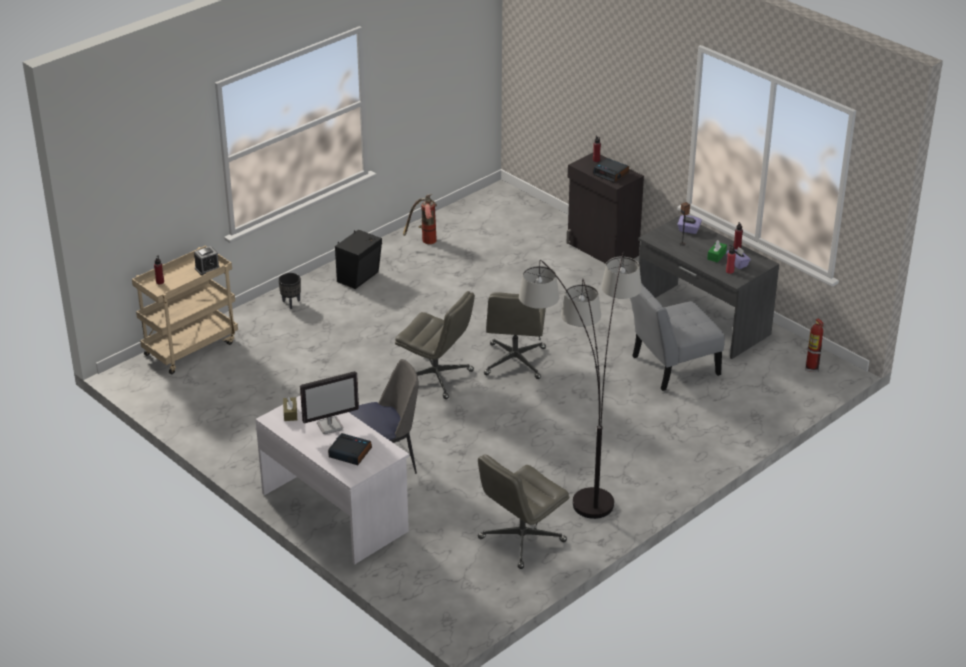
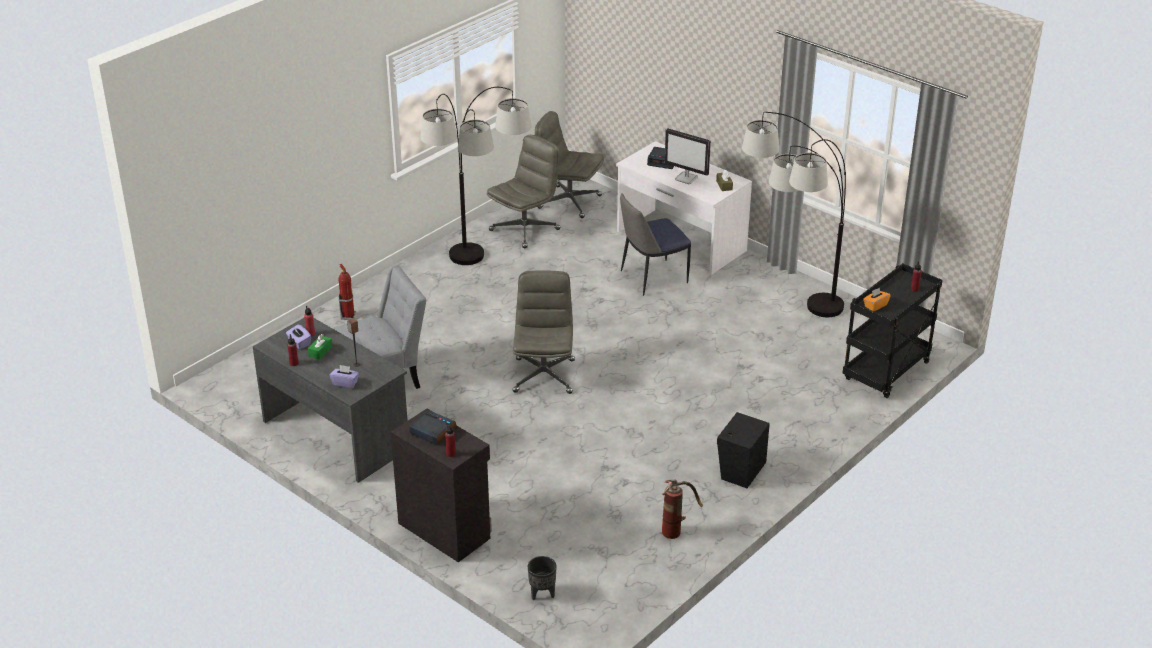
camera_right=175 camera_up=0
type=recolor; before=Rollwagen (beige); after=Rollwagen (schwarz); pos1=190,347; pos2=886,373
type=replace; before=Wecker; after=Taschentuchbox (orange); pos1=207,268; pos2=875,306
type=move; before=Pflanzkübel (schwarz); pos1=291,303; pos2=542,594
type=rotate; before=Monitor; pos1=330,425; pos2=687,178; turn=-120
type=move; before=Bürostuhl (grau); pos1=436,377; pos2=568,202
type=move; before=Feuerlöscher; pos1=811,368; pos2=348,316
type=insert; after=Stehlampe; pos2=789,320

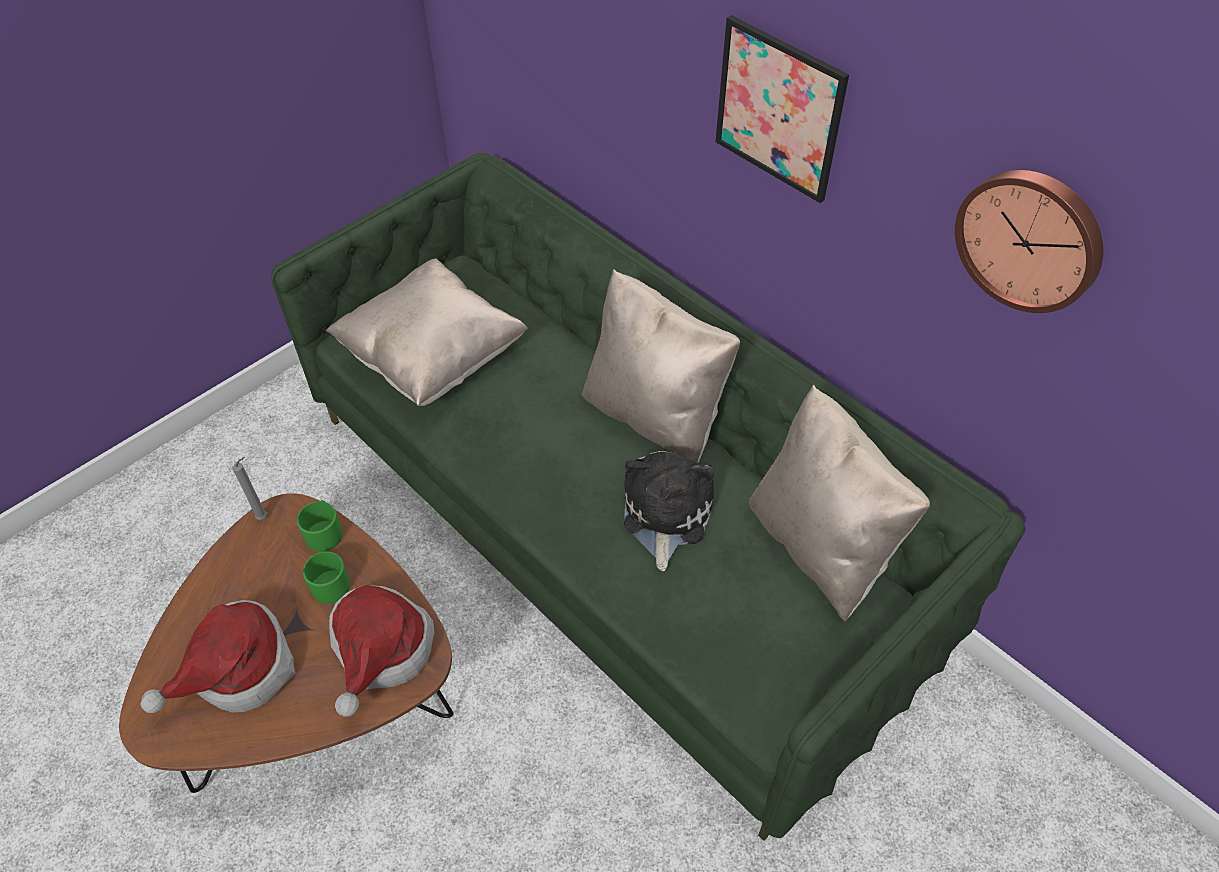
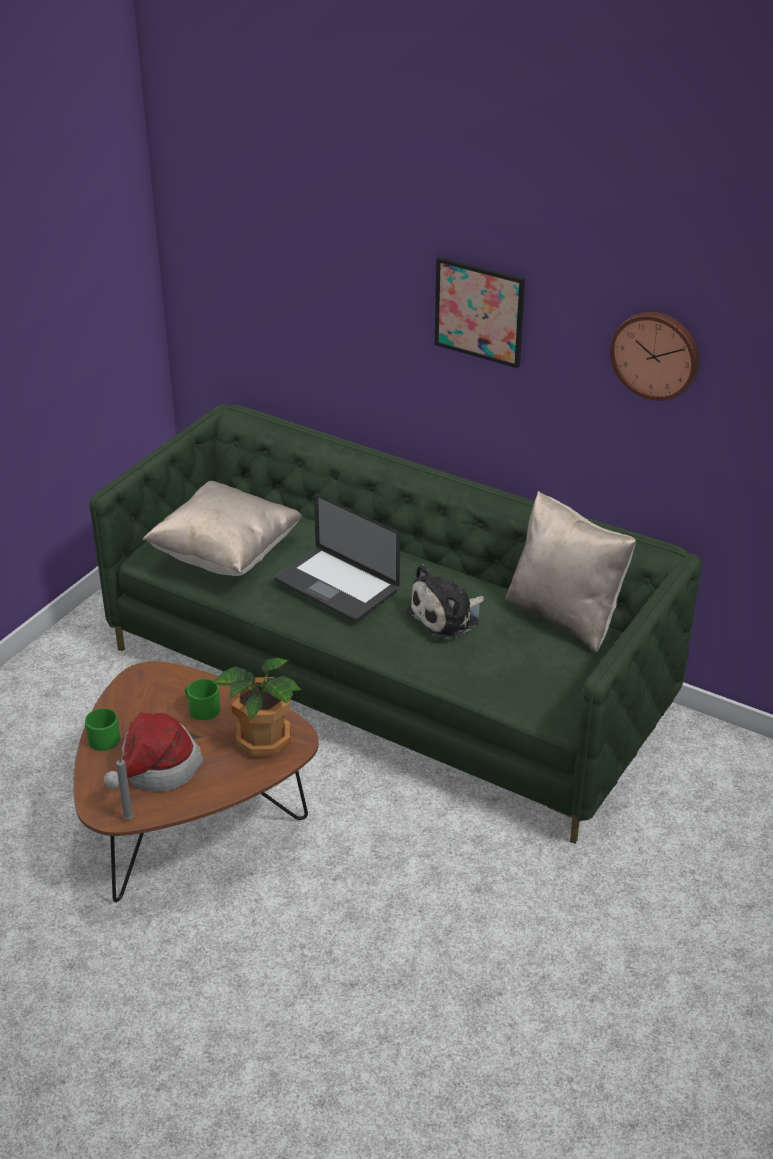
camera_right=-15 camera_up=-15
type=move; before=Kerze (grau); pos1=264,517; pos2=130,818
type=move; before=Henkelbecher (grün); pos1=324,531; pos2=103,737
type=replace; before=Hut; after=Topfpflanze; pos1=380,652; pos2=262,739
type=delete; before=Kissen (beige); pos1=654,415
type=rotate; before=Plüschtier; pos1=665,515; pos2=447,617; turn=-120
type=insert; after=Laptop; pos2=336,586

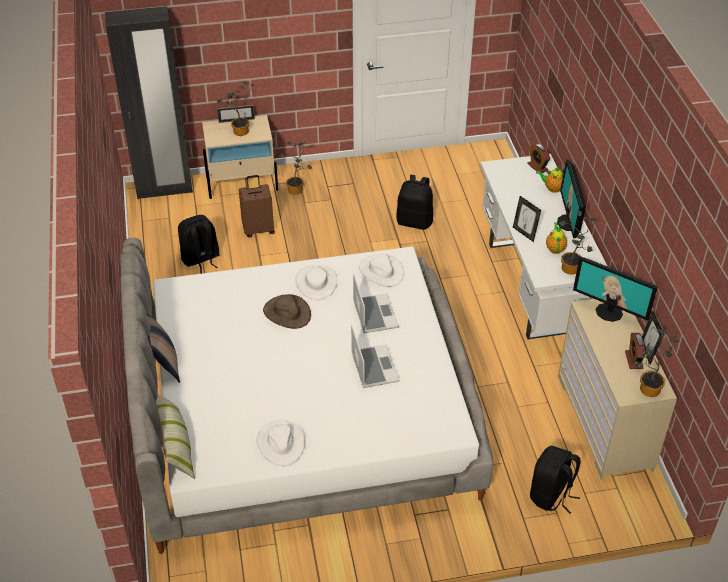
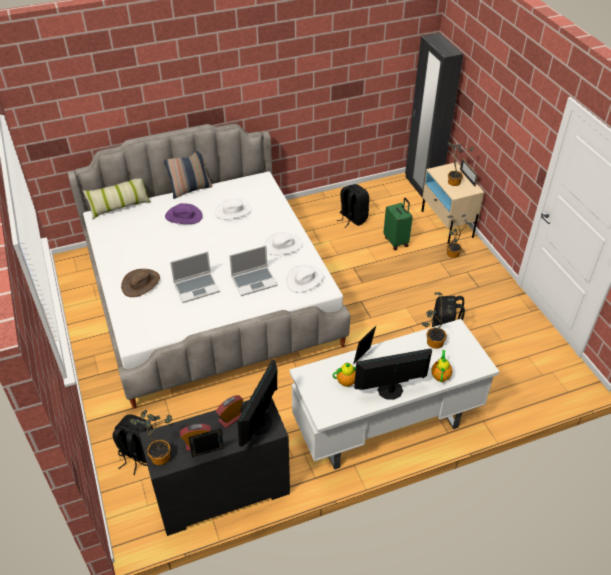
camera_right=80 camera_up=0
type=recolor; before=Koffer (braun); after=Koffer (grün); pos1=258,229; pos2=396,241
type=move; before=Hut (weiß); pos1=280,443; pos2=233,211
type=move; before=Hut (braun); pos1=287,313; pos2=141,283
type=move; before=Wecker; pos1=537,167; pos2=231,418
type=recolor; before=Kommode (beige); after=Kommode (schwarz); pos1=605,422; pos2=222,494
type=move; before=Topfpflanze; pos1=571,270; pos2=432,343
type=insert; after=Hut (lila); pos2=183,216

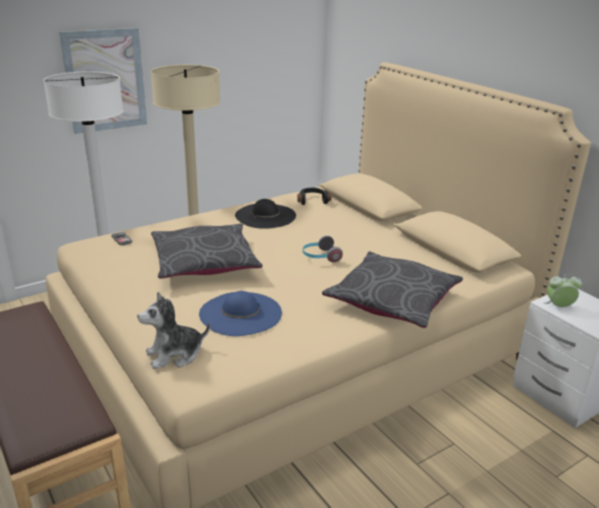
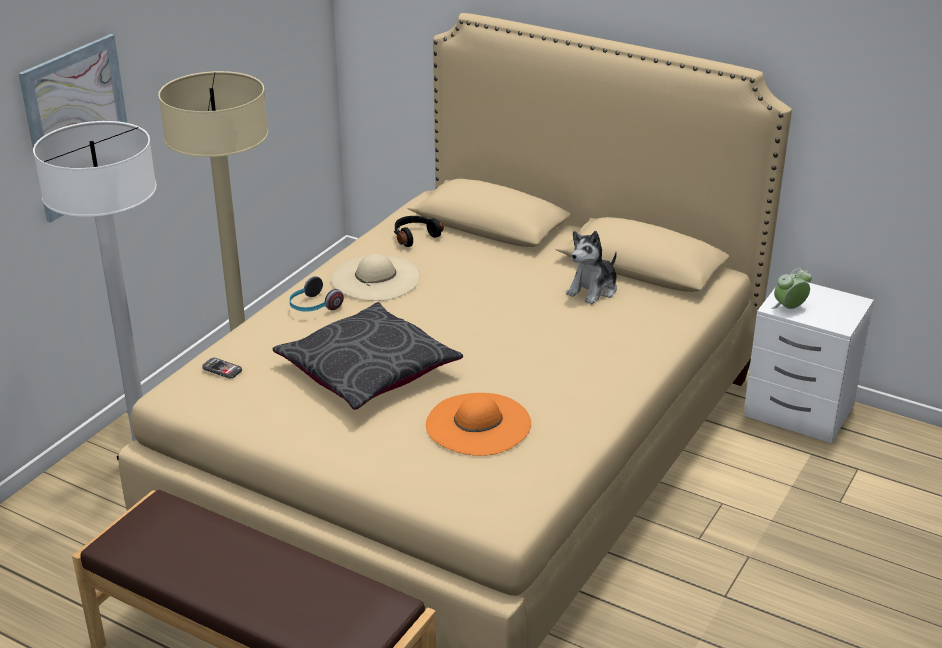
camera_right=-25 camera_up=5
type=move; before=Plüschtier; pos1=174,355; pos2=593,290
type=recolor; before=Hut (blau); after=Hut (orange); pos1=240,313; pos2=478,424
type=recolor; before=Hut (schwarz); after=Hut (beige); pos1=265,216; pos2=375,278
type=move; before=Kopfhörer; pos1=320,257; pos2=313,307
type=delete; before=Kissen (grau); pos1=392,300

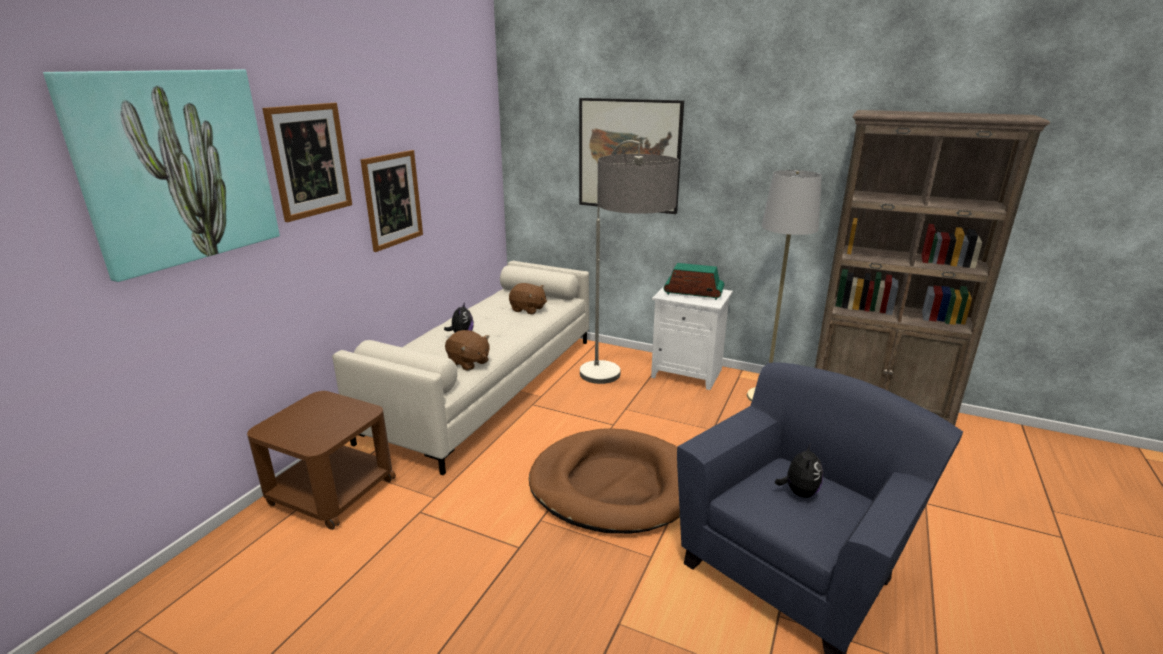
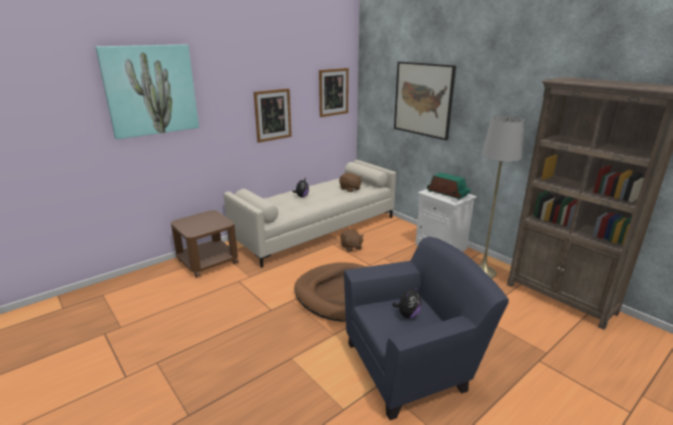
camera_right=25 camera_up=0
type=move; before=Bild; pos1=310,160; pos2=333,92
type=move; before=Plüschtier (braun); pos1=468,363; pos2=351,247
type=delete; before=Stehlampe; pos1=618,397

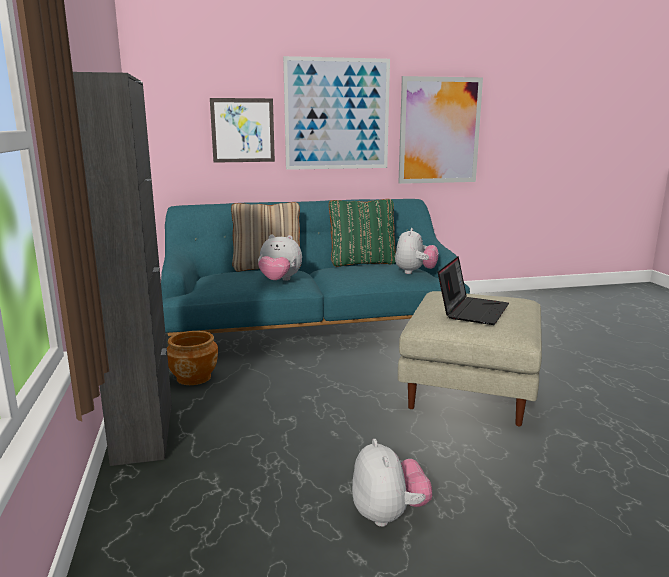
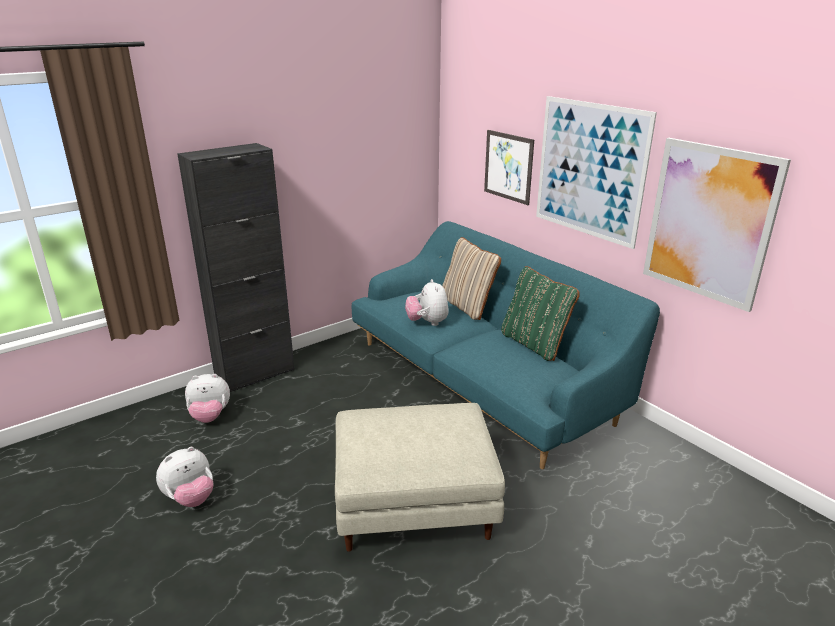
camera_right=65 camera_up=10
type=delete; before=Pflanzkübel (braun); pos1=193,377
type=move; before=Plüschtier; pos1=415,272; pos2=210,416
type=delete; before=Laptop; pos1=472,310

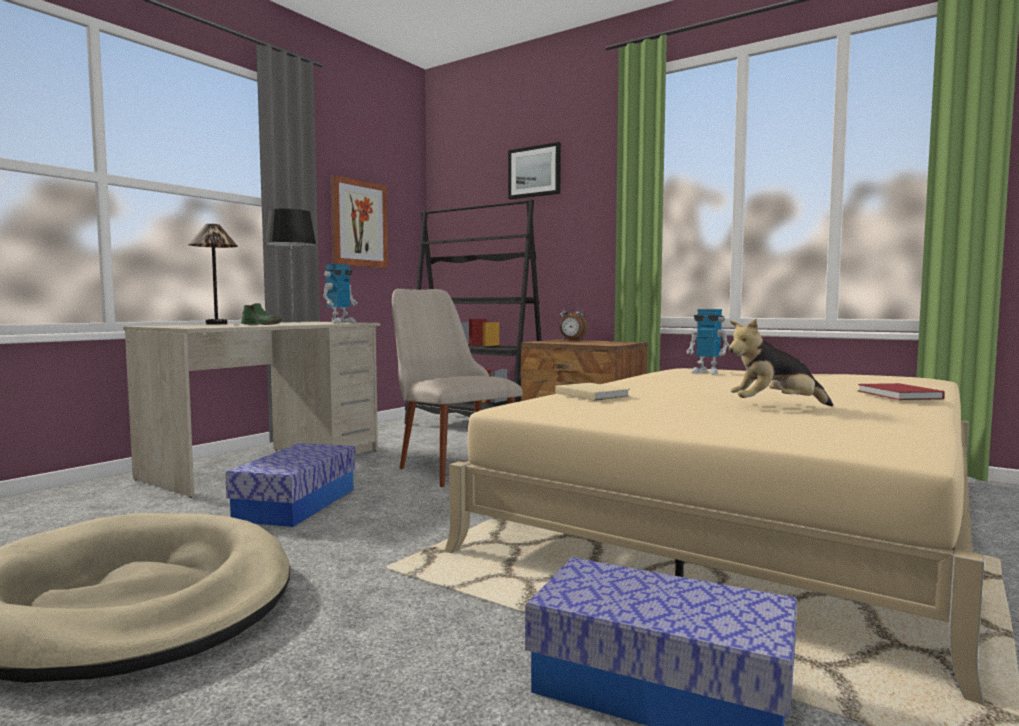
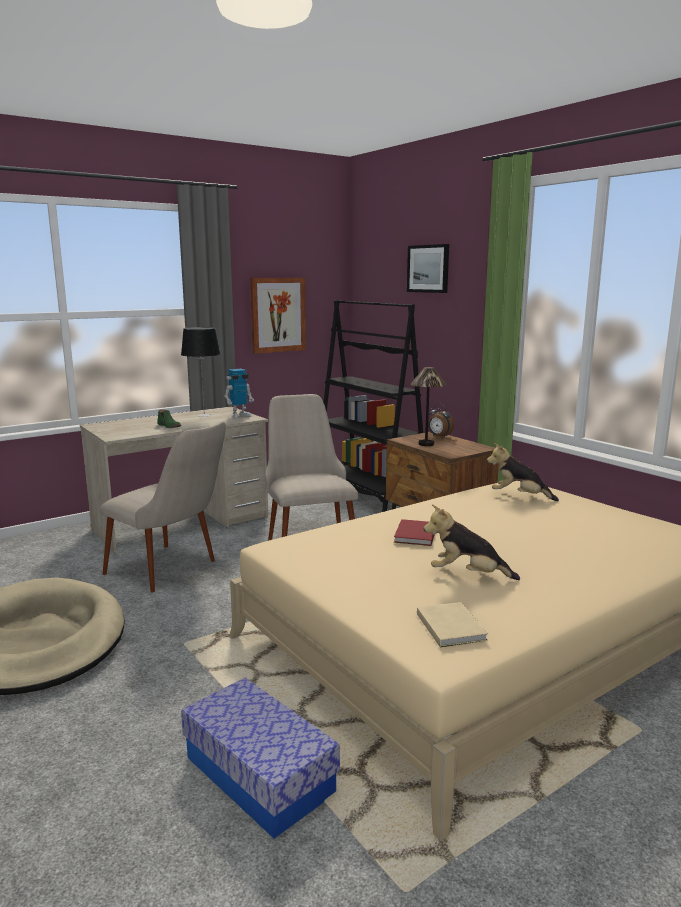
camera_right=20 camera_up=10
type=move; before=Tischlampe; pos1=217,324; pos2=426,444
type=replace; before=Aufbewahrungsbox; after=Stuhl (beige); pos1=297,504; pos2=173,571
type=move; before=Buch (beige); pos1=591,394; pos2=451,626
type=replace; before=Spielzeugroboter; after=Plüschtier; pos1=706,372; pos2=519,496
type=move; before=Buch (rot); pos1=899,395; pos2=414,535

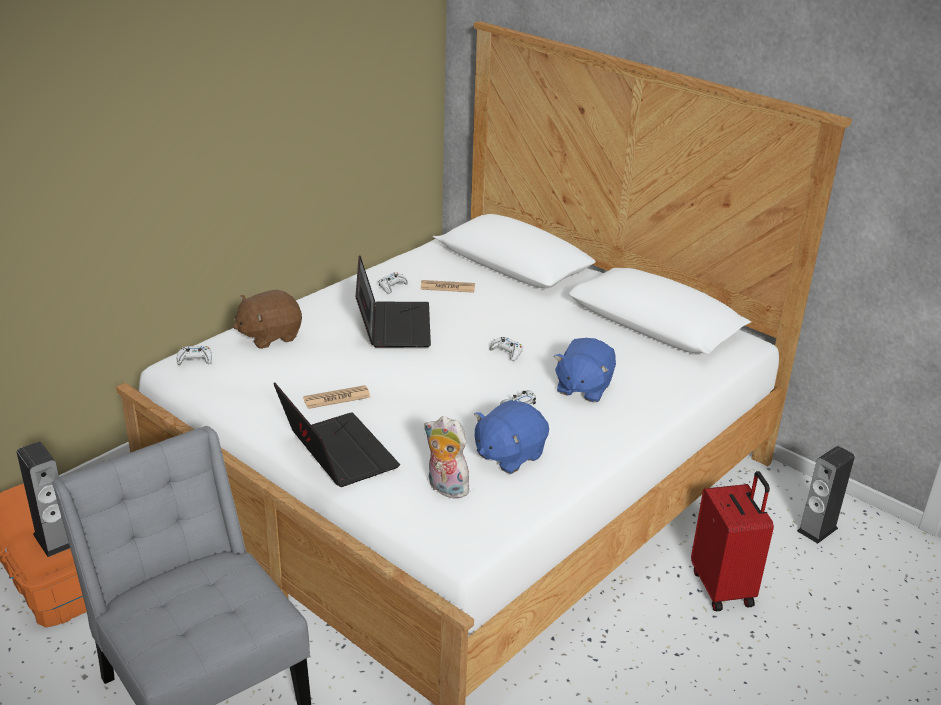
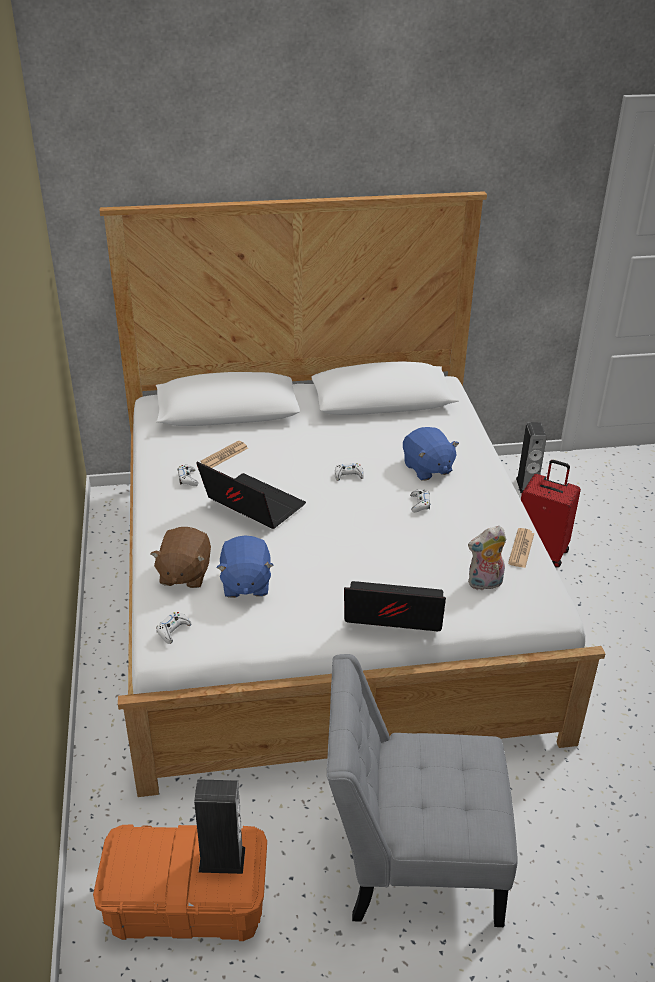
camera_right=-50 camera_up=5
type=move; before=Zeitung; pos1=337,398; pos2=521,548
type=move; before=Plüschtier (blau); pos1=508,455; pos2=245,584

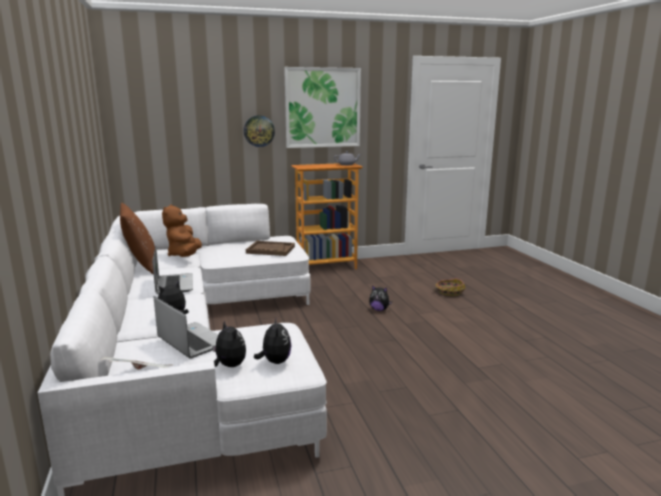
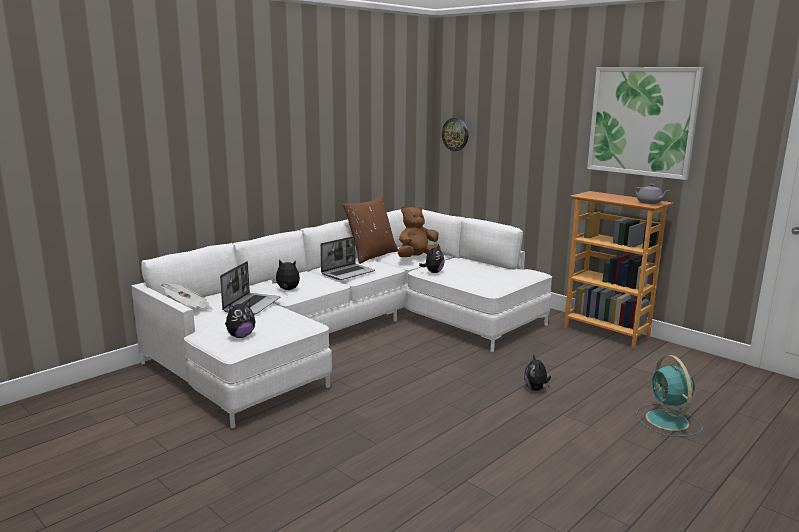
camera_right=60 camera_up=0
type=move; before=Plüschtier; pos1=229,366; pos2=433,272
type=move; before=Wanduhr; pos1=259,131; pos2=455,134
type=delete; before=Tablett (braun); pos1=270,250
type=replace; before=Korb; after=Ventilator (türkis); pos1=449,292; pos2=668,421

